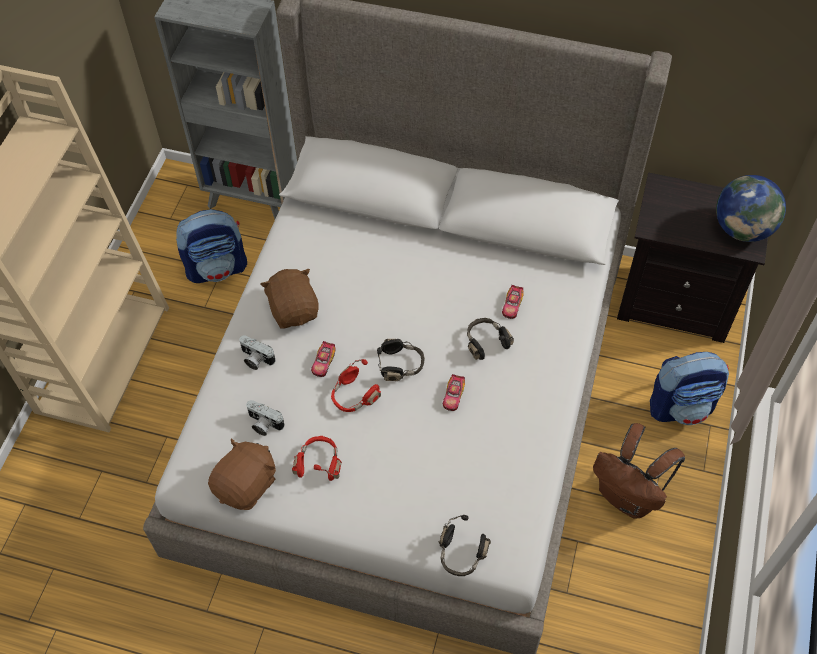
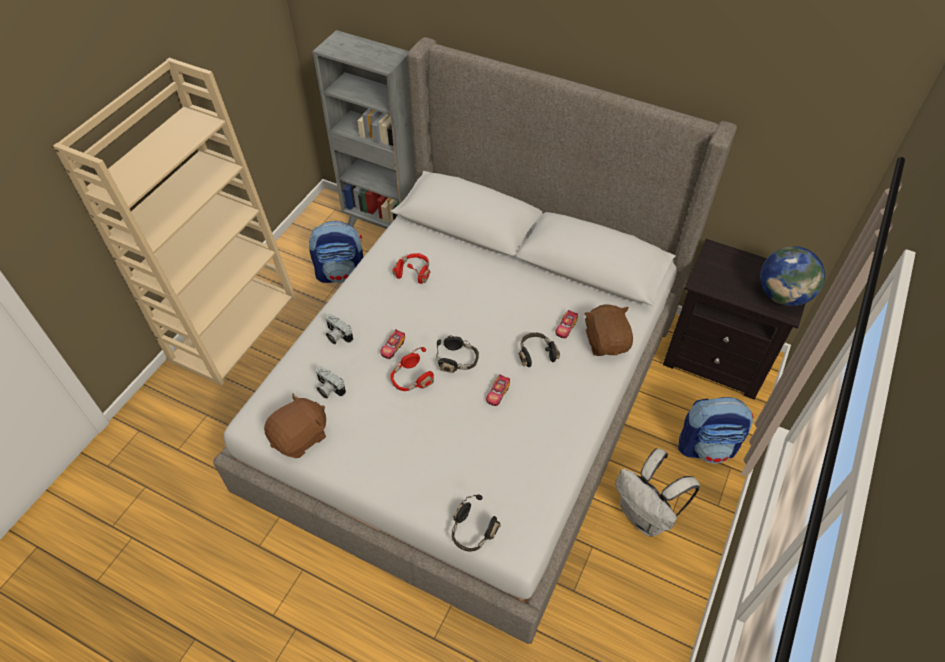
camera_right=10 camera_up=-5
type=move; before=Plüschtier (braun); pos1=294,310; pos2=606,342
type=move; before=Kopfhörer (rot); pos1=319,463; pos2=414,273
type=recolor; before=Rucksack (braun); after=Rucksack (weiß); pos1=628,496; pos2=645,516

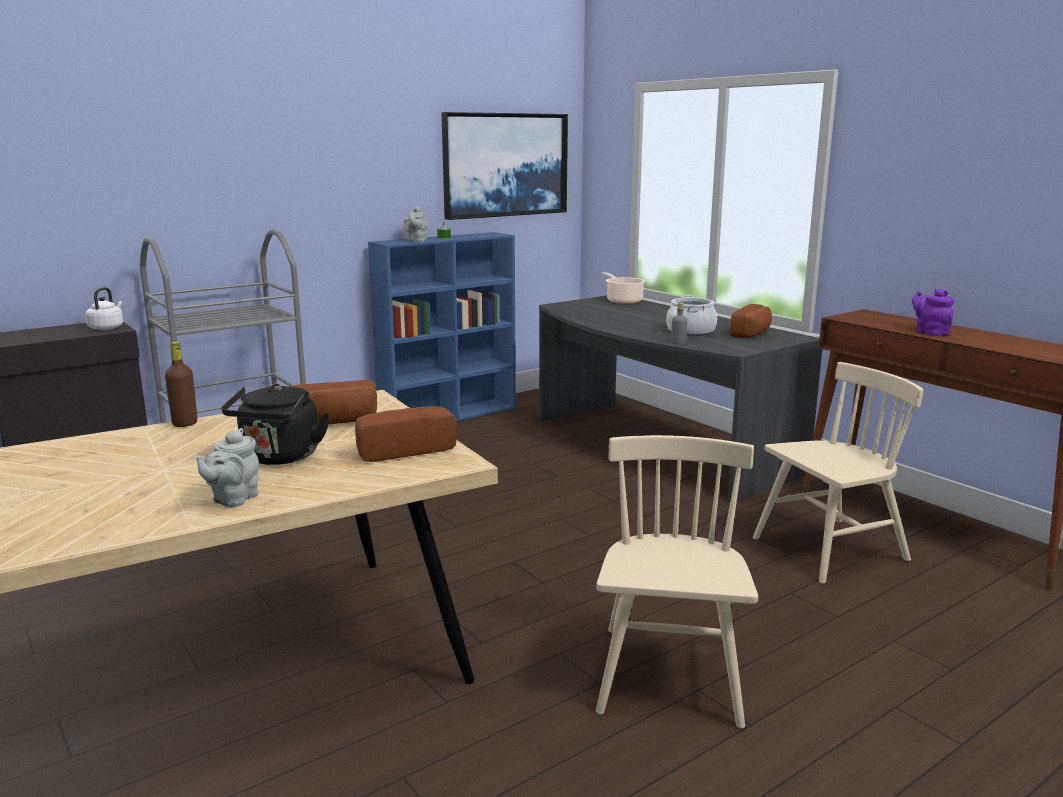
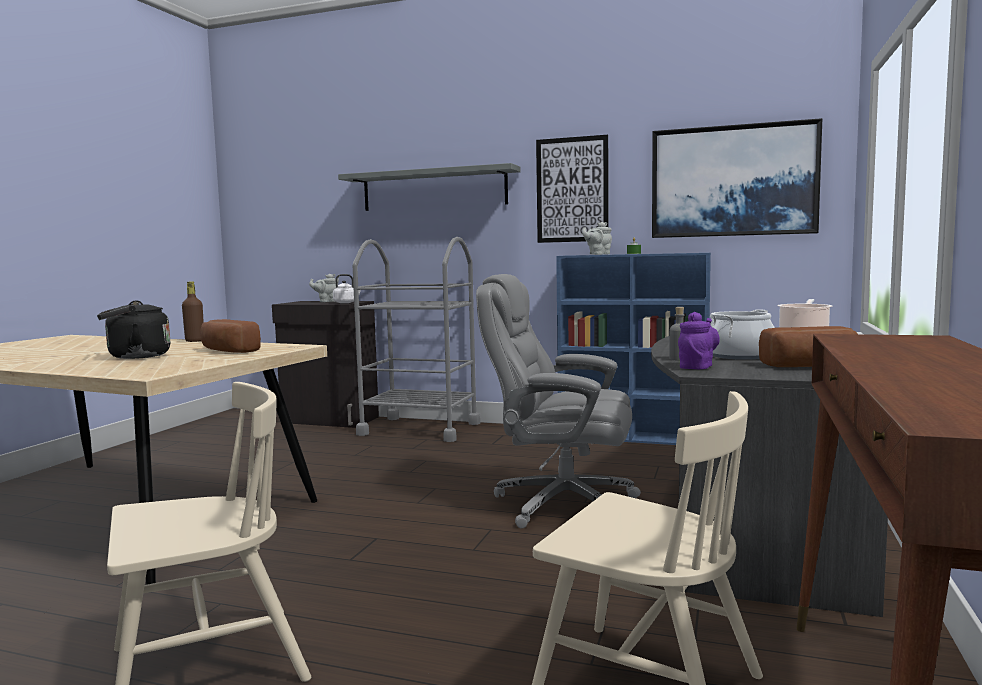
camera_right=55 camera_up=-10
type=move; before=Teekanne (grau); pos1=233,499; pos2=327,301
type=delete; before=Brot; pos1=403,450
type=move; before=Teekanne (lila); pos1=930,332; pos2=697,367
type=insert; after=Wandregal (grau); pos2=434,189
type=insert; after=Bürostuhl (grau); pos2=561,504
type=insert; after=Bild; pos2=572,190

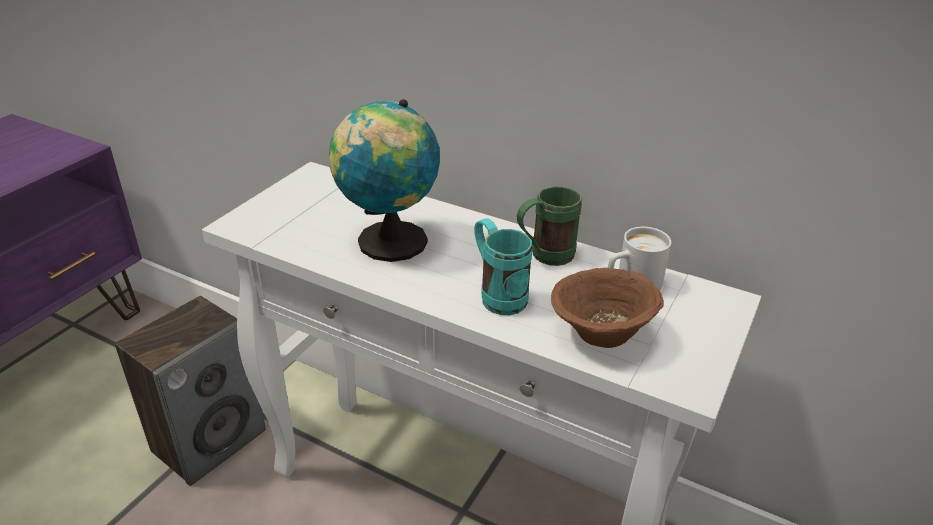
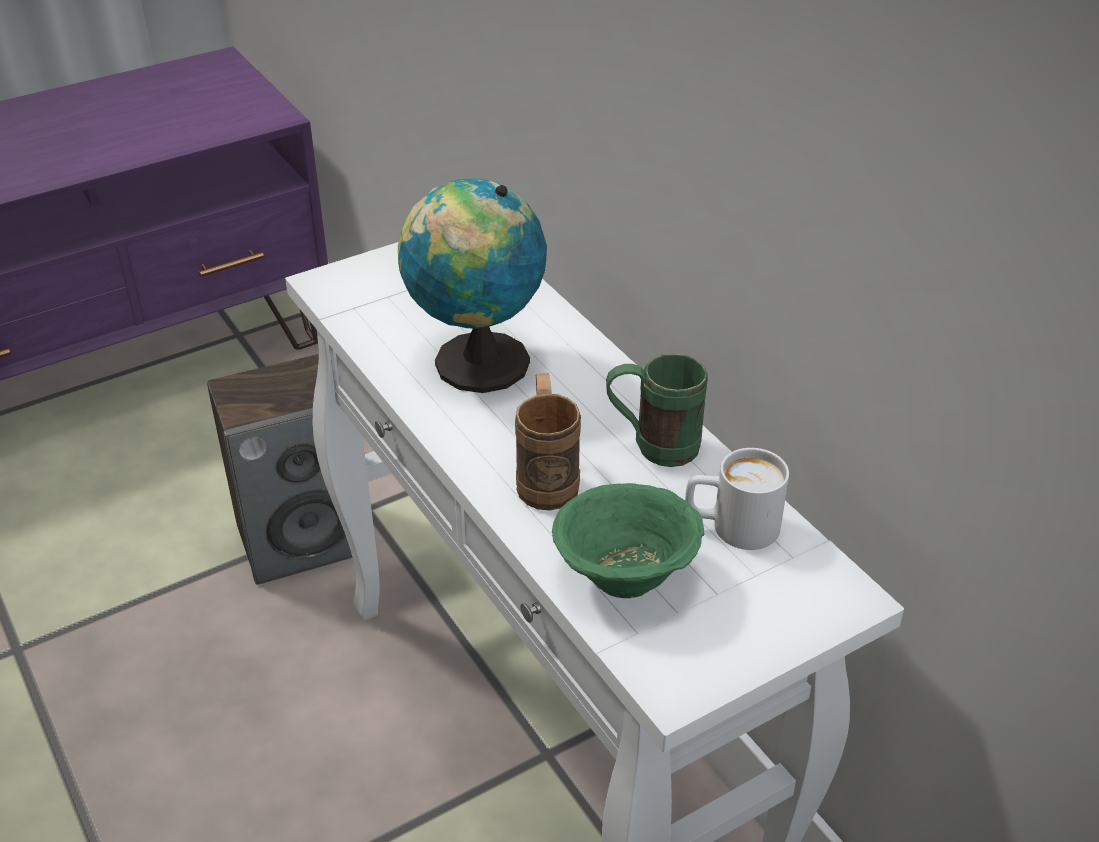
camera_right=30 camera_up=5
type=recolor; before=Henkelbecher (türkis); after=Henkelbecher (braun); pos1=497,294; pos2=547,477
type=recolor; before=Schüssel (braun); after=Schüssel (grün); pos1=601,336; pos2=624,578

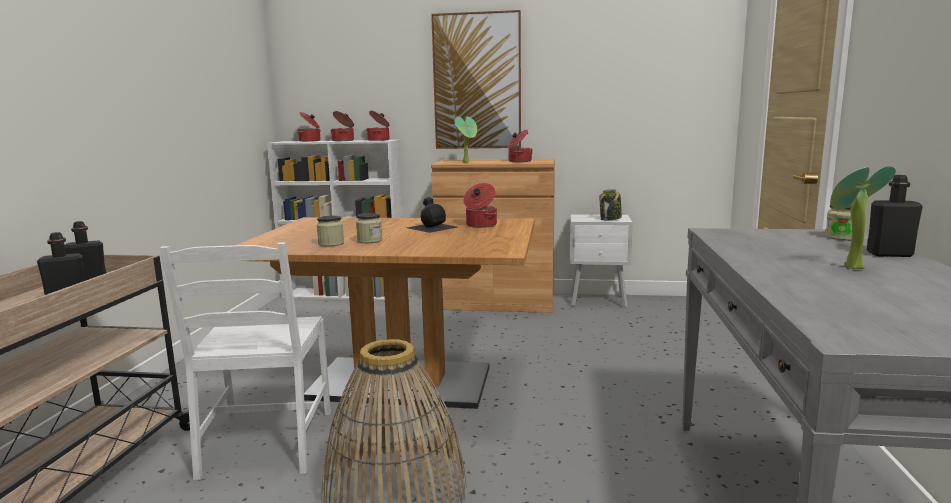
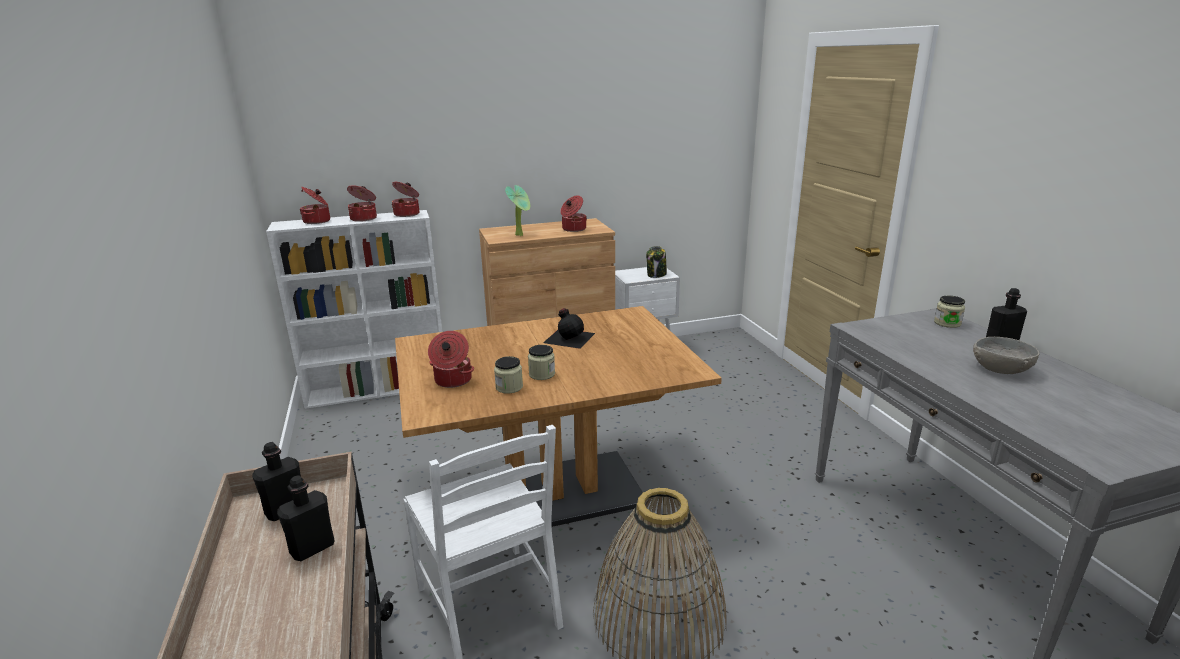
camera_right=-25 camera_up=10
type=delete; before=Bild; pos1=477,82
type=move; before=Kochtopf; pos1=480,225; pos2=452,381
type=replace; before=Topfpflanze; after=Schüssel (grau); pos1=849,267; pos2=1000,368

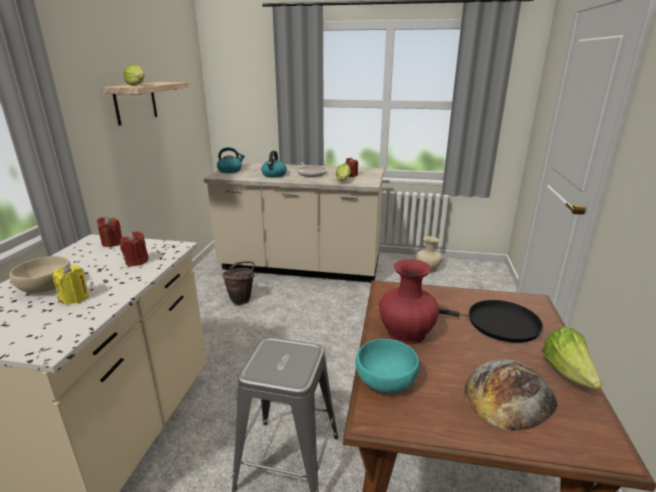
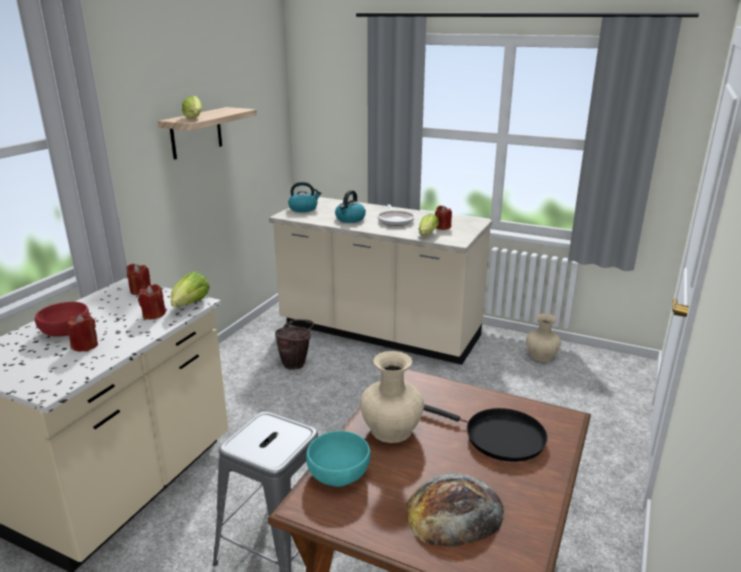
camera_right=15 camera_up=0
type=recolor; before=Schüssel (beige); after=Schüssel (rot); pos1=47,287; pos2=66,331
type=recolor; before=Kerze (gelb); after=Kerze (rot); pos1=75,298; pos2=85,346
type=recolor; before=Vase (rot); after=Vase (beige); pos1=407,332; pos2=392,430
type=move; before=Salatkopf; pos1=567,373; pos2=190,305

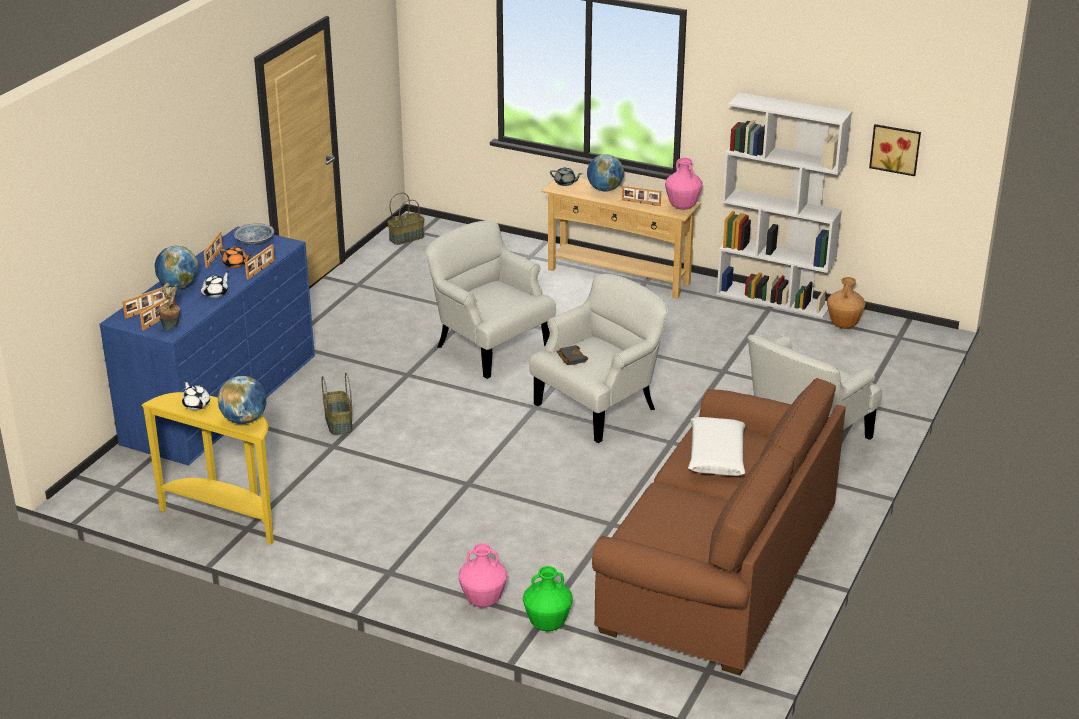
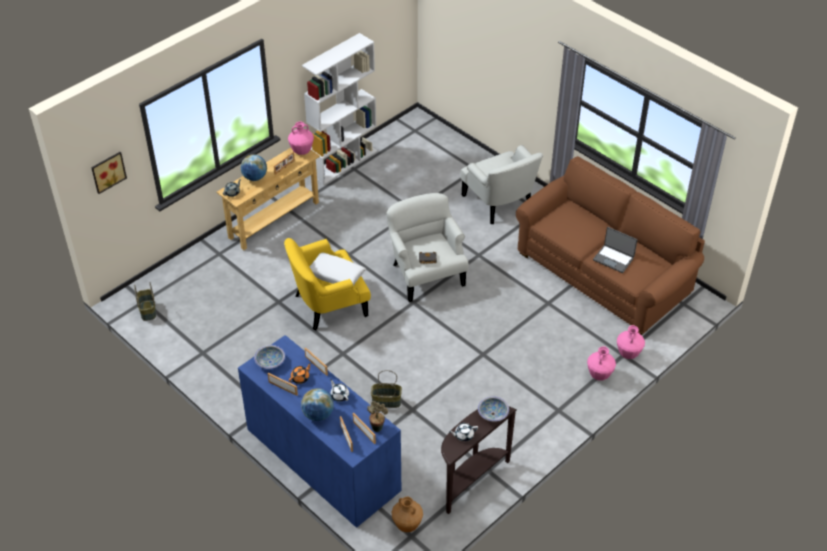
camera_right=-70 camera_up=15
type=recolor; before=Konsolentisch (gelb); after=Konsolentisch (braun); pos1=224,517; pos2=470,480
type=replace; before=Globus; after=Schüssel; pos1=244,420; pos2=493,413
type=recolor; before=Sessel (weiß); after=Sessel (gelb); pos1=489,346; pos2=328,304
type=recolor; before=Vase (grün); after=Vase (rosa); pos1=548,625; pos2=628,354
type=move; before=Kissen (weiß); pos1=716,455; pos2=336,275
type=move; before=Vase (braun); pos1=843,325; pos2=407,525
type=move; before=Bild; pos1=895,149; pos2=107,171
type=insert; after=Laptop; pos2=613,259

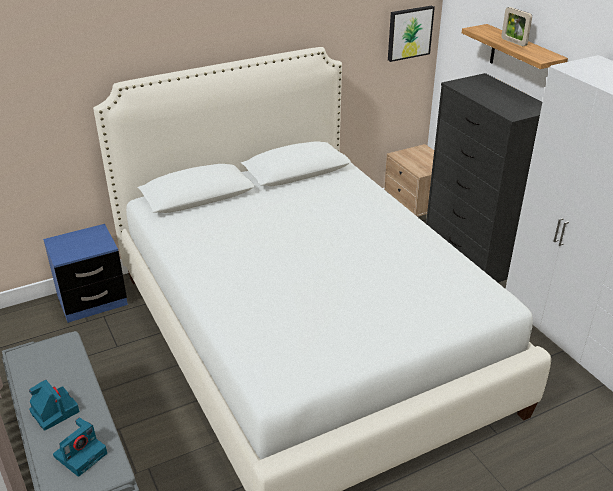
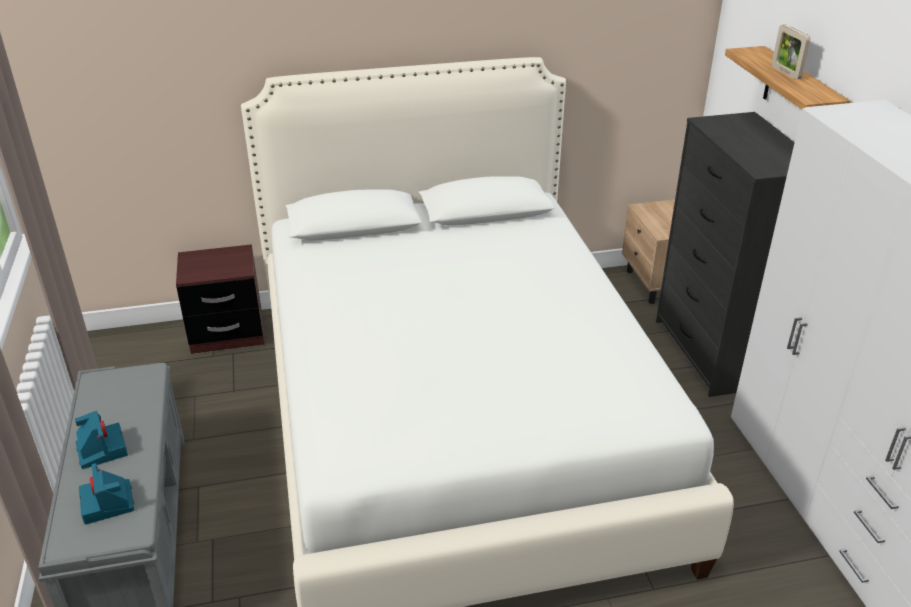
camera_right=15 camera_up=0
type=recolor; before=Nachttisch (blau); after=Nachttisch (braun); pos1=92,300; pos2=227,333
type=rotate; before=Kamera; pos1=81,454; pos2=108,503; turn=105
type=delete; before=Bild; pos1=409,33

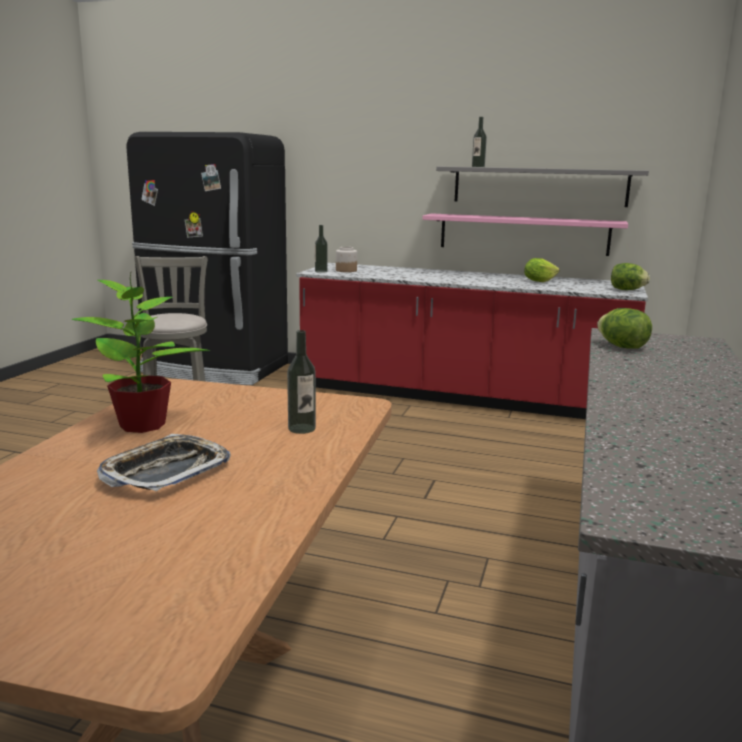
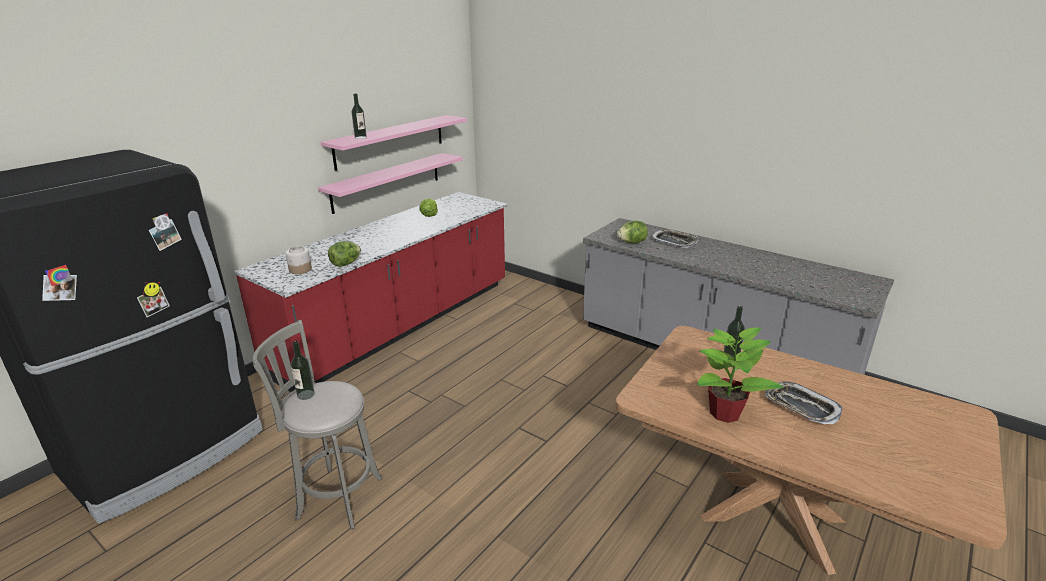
camera_right=-70 camera_up=10
type=move; before=Flasche; pos1=321,271; pos2=306,395
type=recolor; before=Wandregal (grau); after=Wandregal (rosa); pos1=539,186; pos2=390,141
type=move; before=Salatkopf; pos1=627,290; pos2=345,264
type=insert; after=Tablett; pos2=674,241

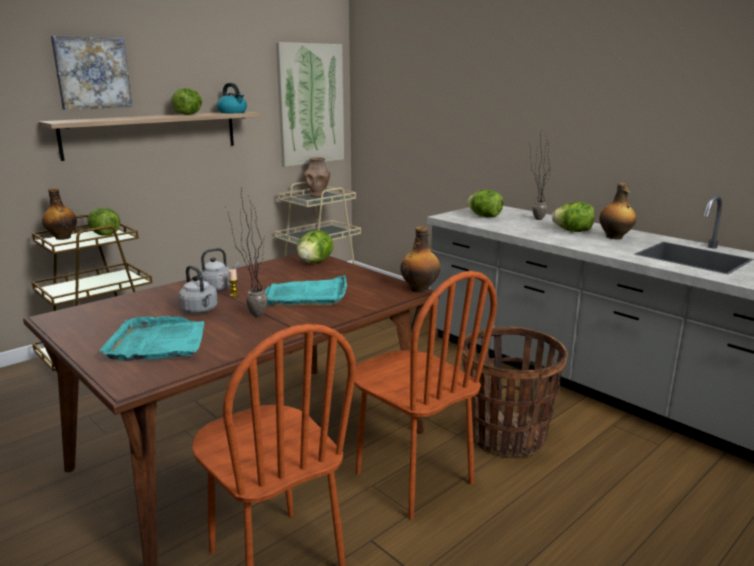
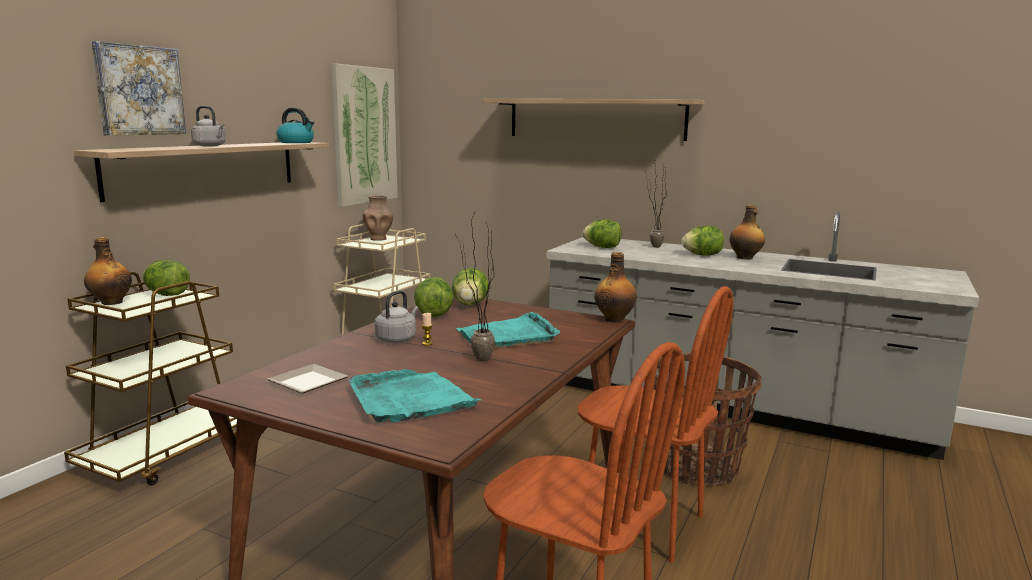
camera_right=-20 camera_up=-5
type=move; before=Salatkopf; pos1=189,114; pos2=433,314
type=move; before=Wasserkessel (grau); pos1=200,311; pos2=210,146
type=insert; after=Teller; pos2=311,382
type=insert; after=Wandregal; pos2=595,119

